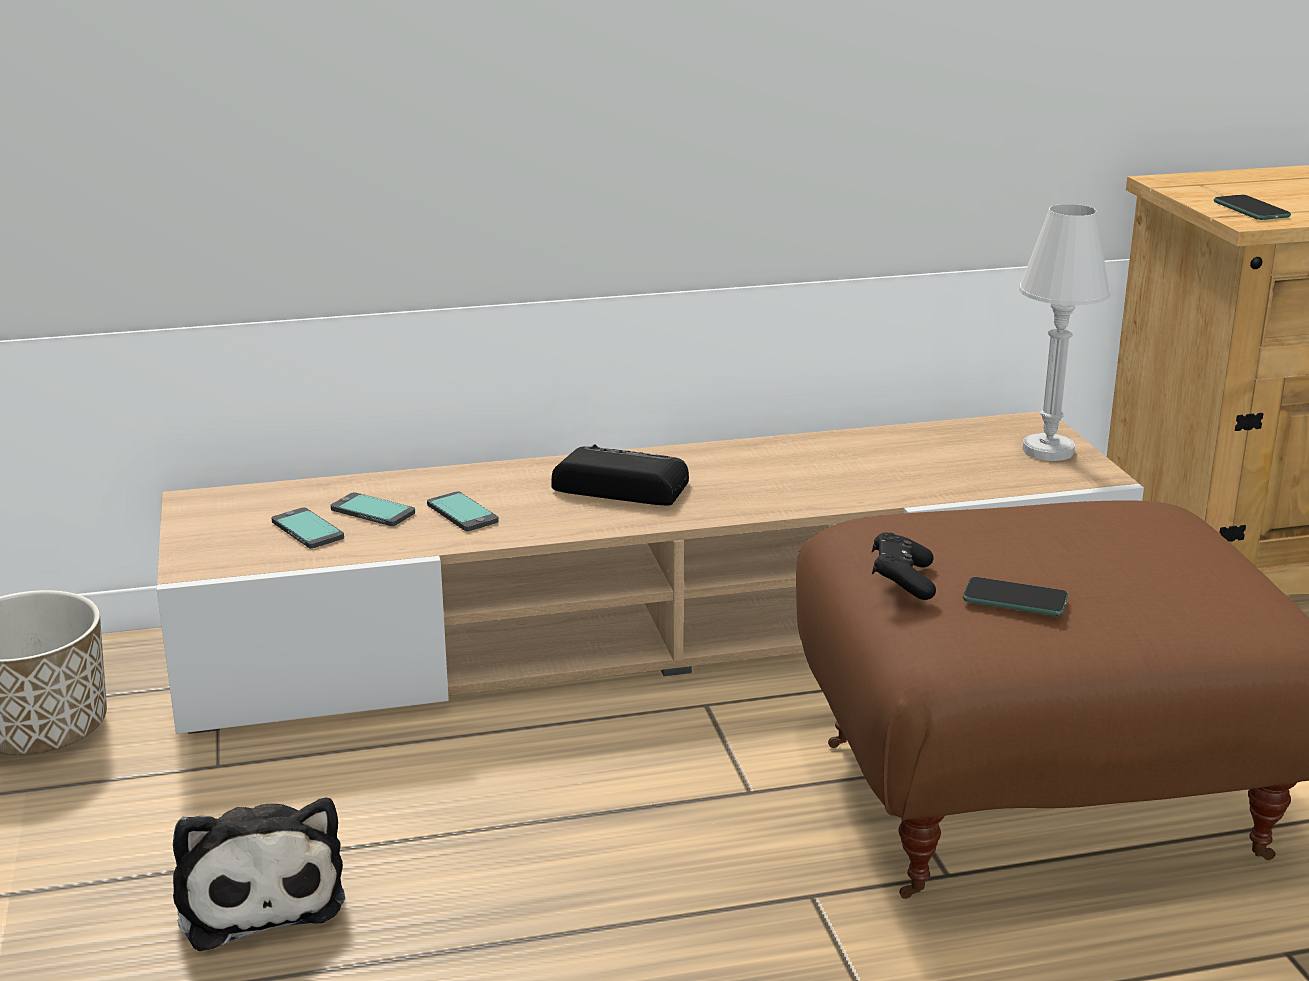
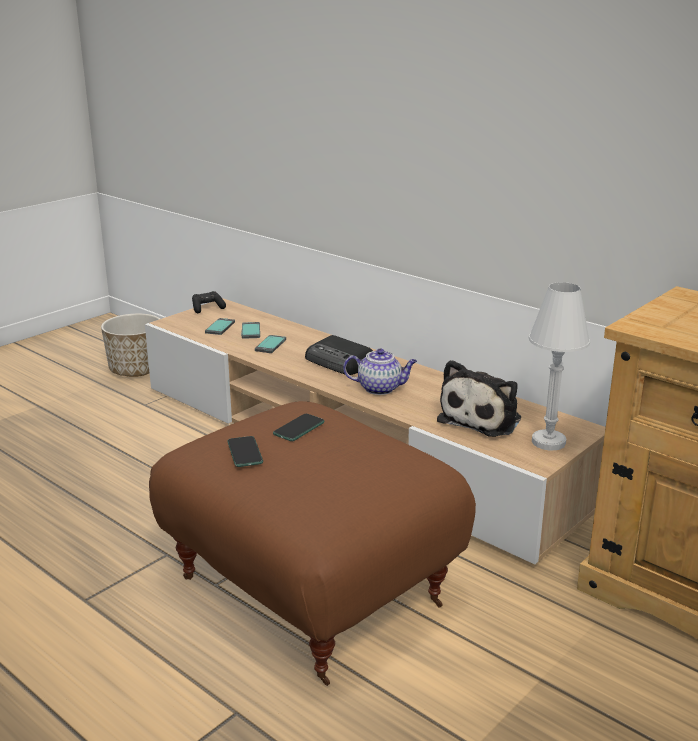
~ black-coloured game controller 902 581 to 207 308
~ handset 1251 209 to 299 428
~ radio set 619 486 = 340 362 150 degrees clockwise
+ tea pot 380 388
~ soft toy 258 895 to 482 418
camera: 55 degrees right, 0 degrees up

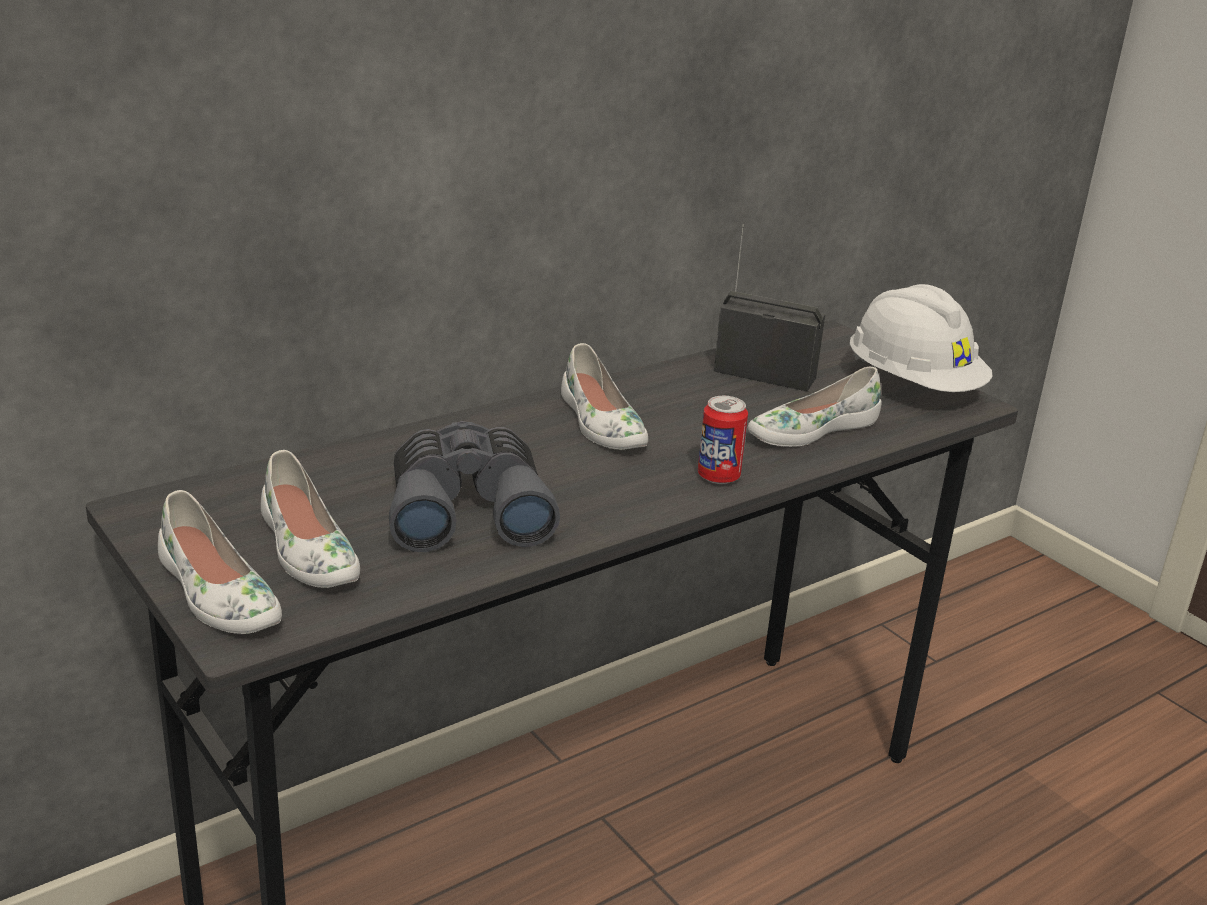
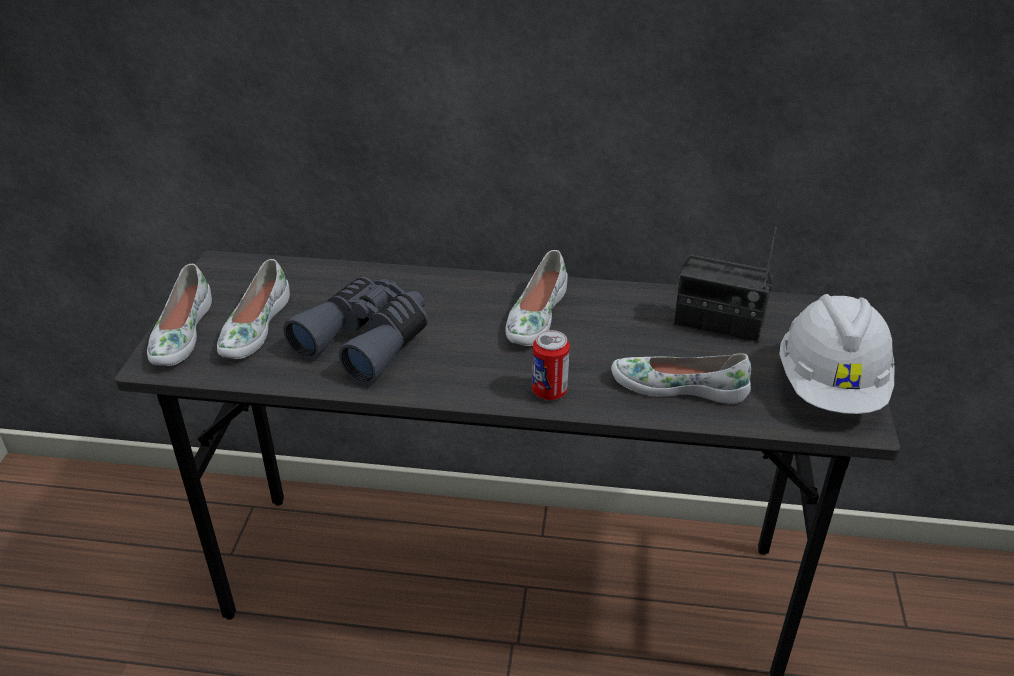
~ radio set 765 374 = 718 325 135 degrees clockwise
camera: 45 degrees right, 10 degrees up

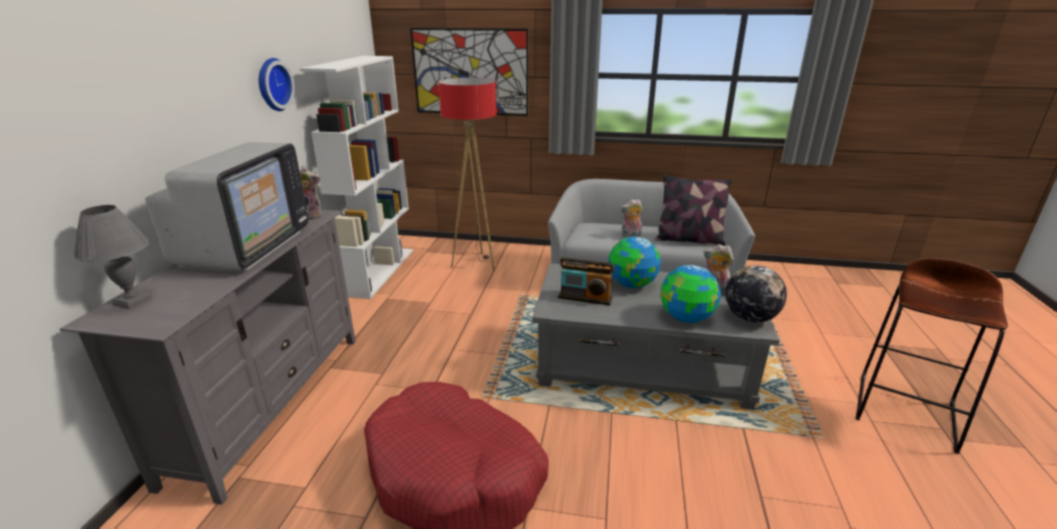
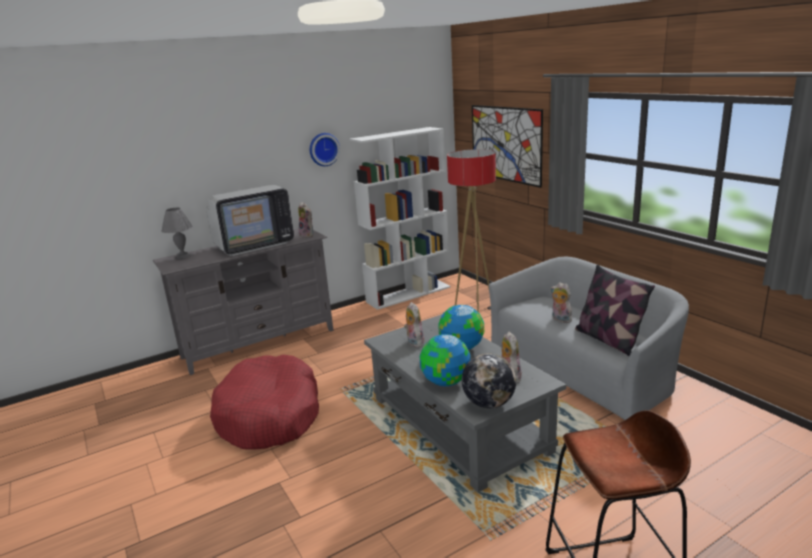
~ radio set 585 298 to soft toy 414 342
camera: 50 degrees right, 5 degrees down

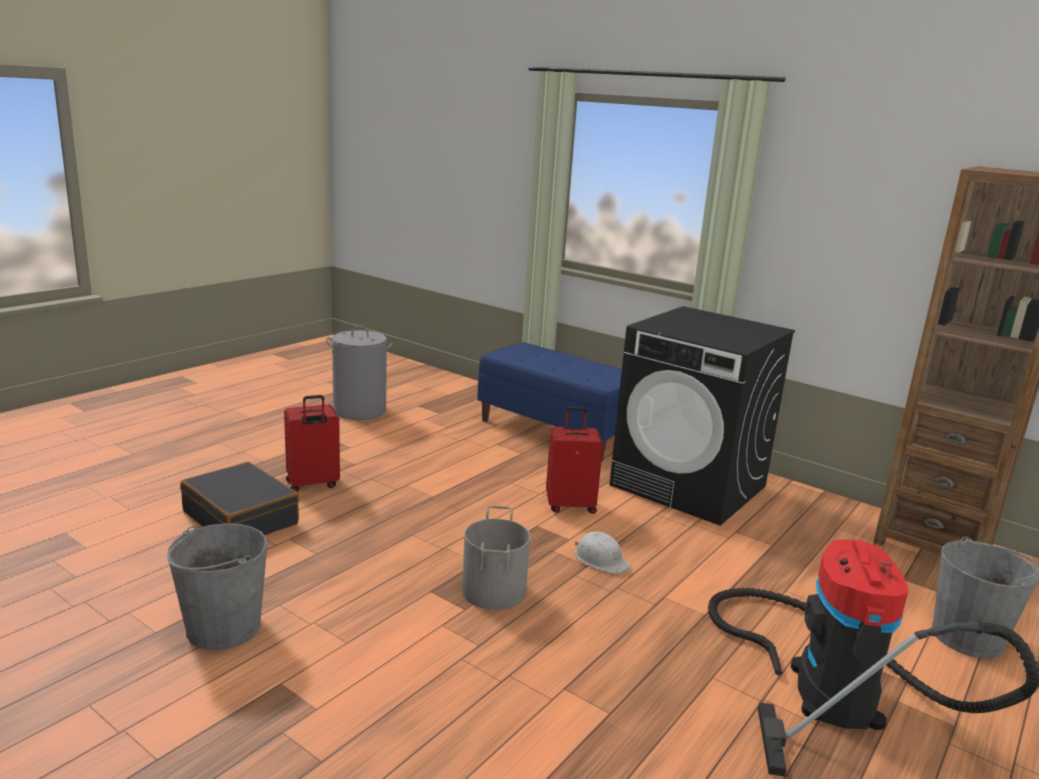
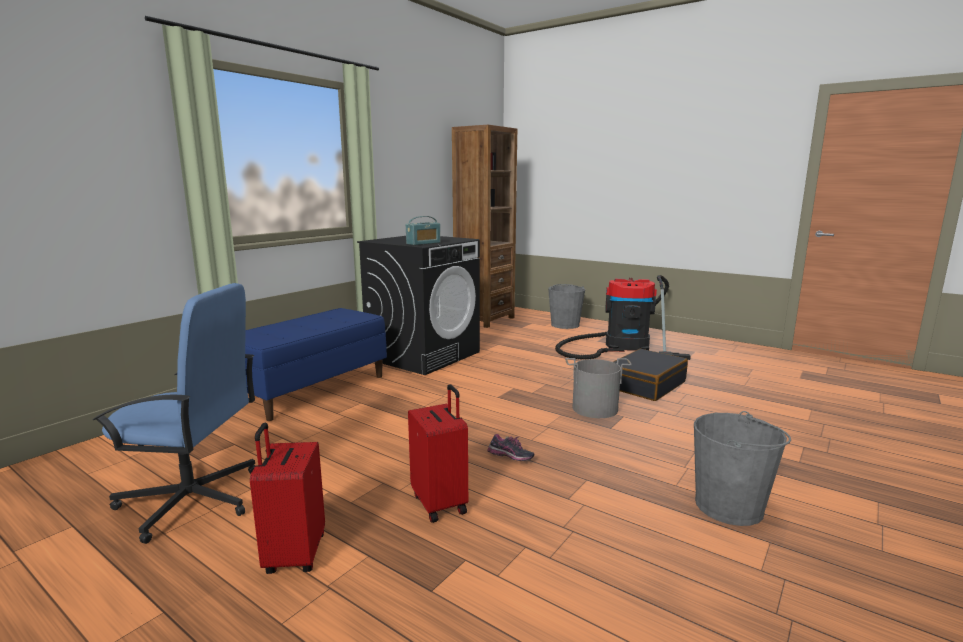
~ greyish laundry basket 359 410 to blue-coloured office chair 192 500
~ red piece of luggage 570 505 to 294 555
+ radio set 423 243
+ low shoe 510 459
~ black-coloured piece of luggage 241 518 to 645 385
- whitish work helmet 601 559
camera: 90 degrees left, 5 degrees down

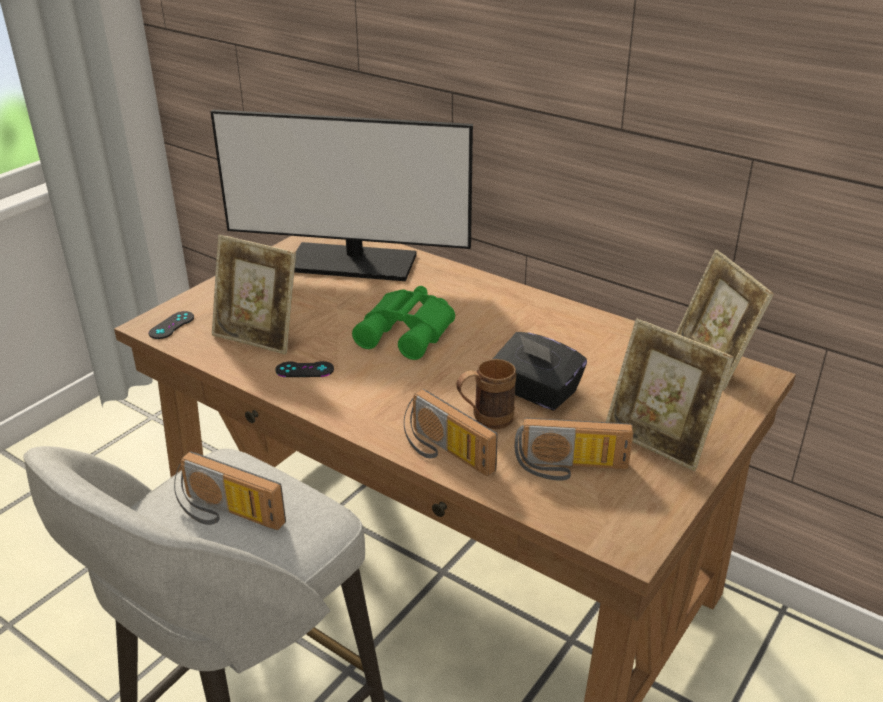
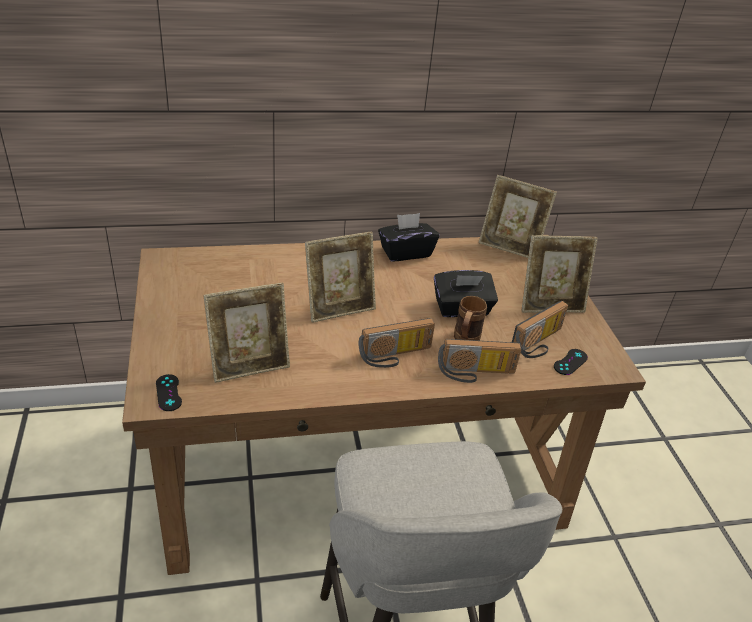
~ greenish binoculars 409 332 to standing frame 339 308
~ radio set 226 514 to 395 356
+ black-coloured tissue box 405 252
~ black-coloured game controller 304 370 to 570 362
- monitor 352 263
camera: 50 degrees left, 5 degrees up

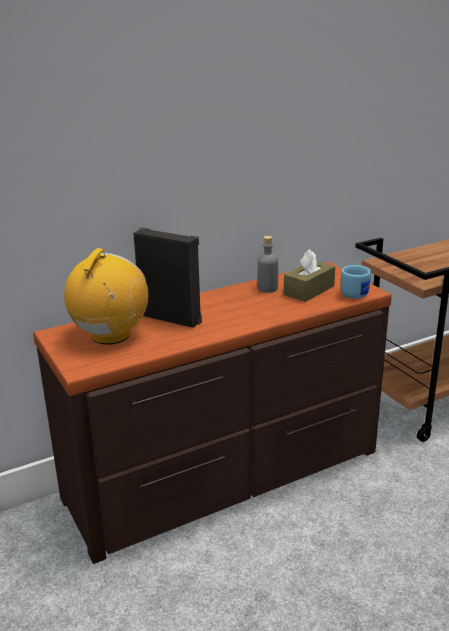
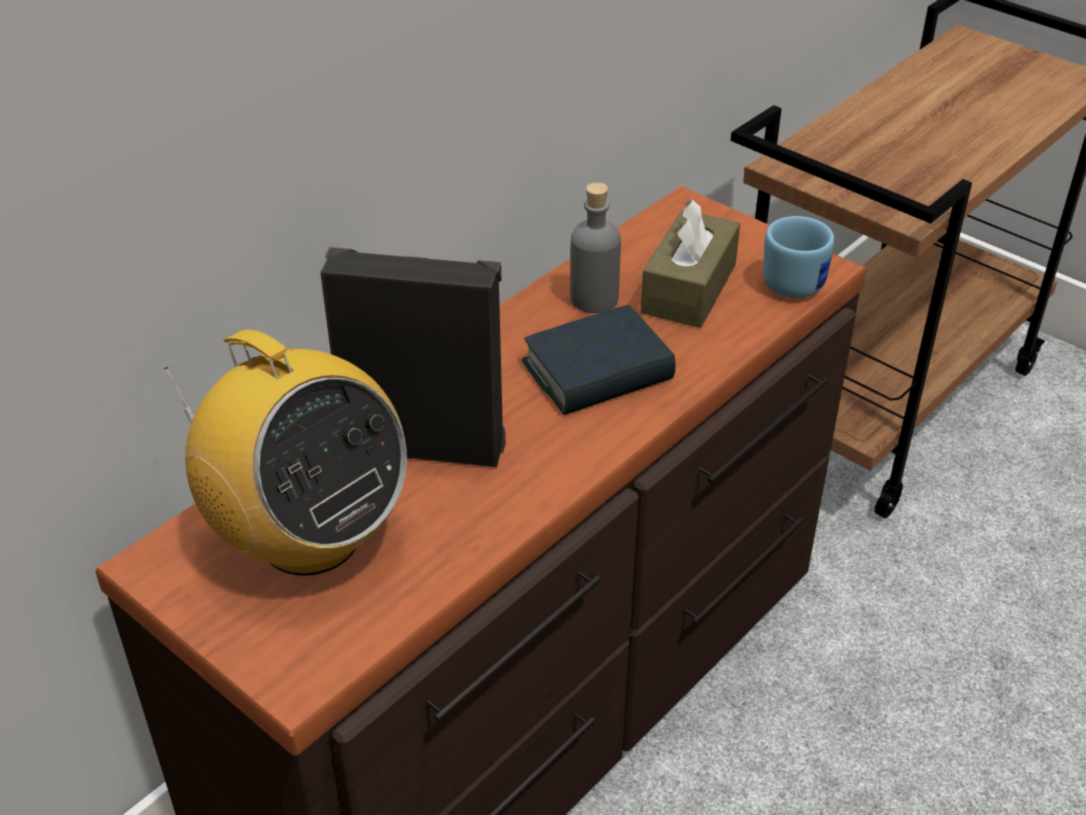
~ radio set 110 335 = 308 538 135 degrees clockwise
+ bound book 598 372
camera: 20 degrees left, 15 degrees up

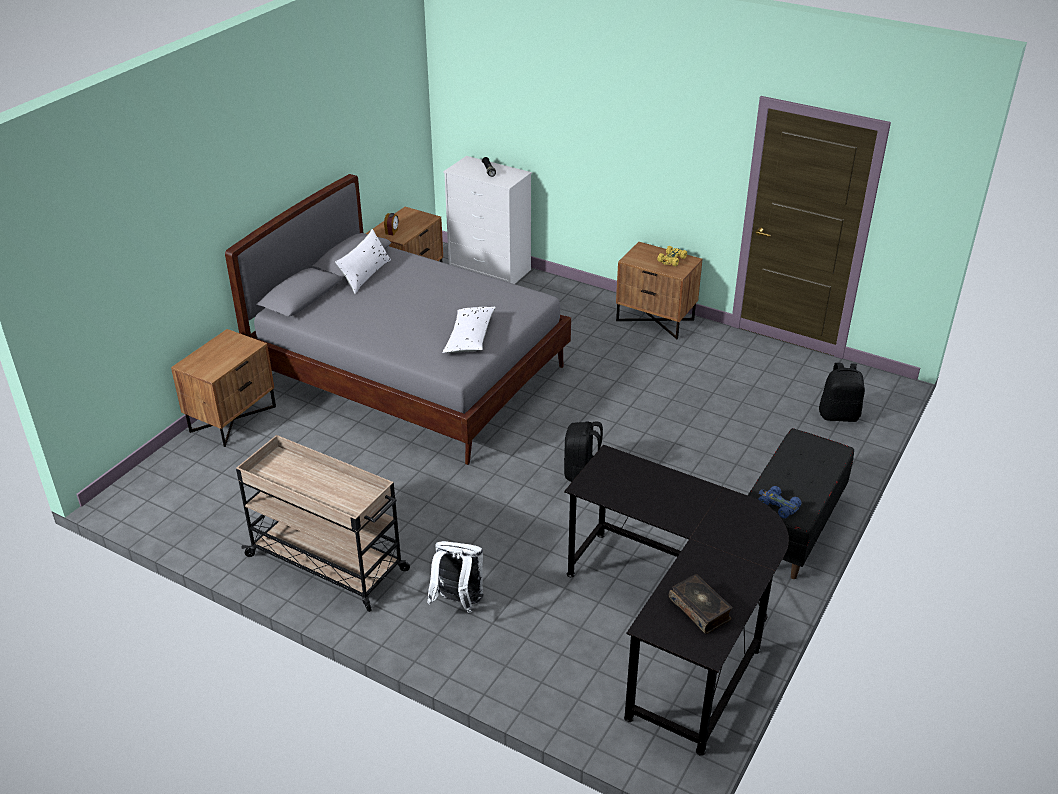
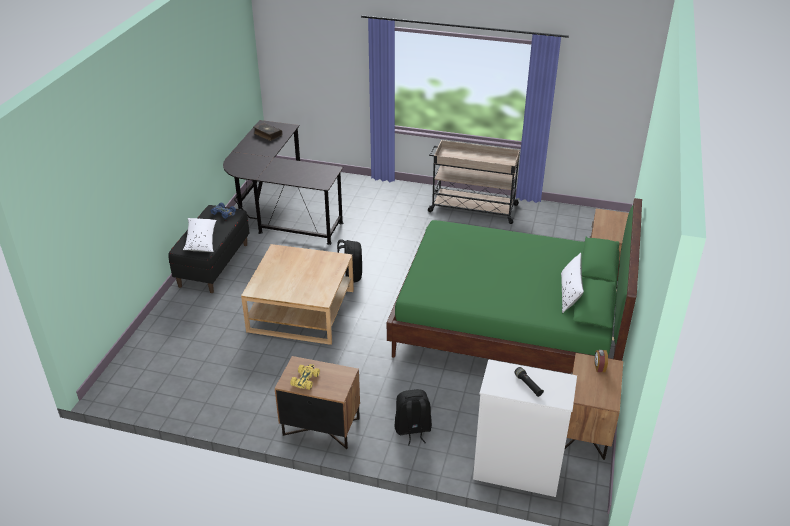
~ whitish throw pillow 470 337 to 201 240
+ sand-coloured coffee table 301 310
~ greyish bed 411 374 to greenish bed 509 327
~ black-coloured backpack 839 415 to 412 430
- whitish backpack 458 602
camera: 165 degrees right, 0 degrees up

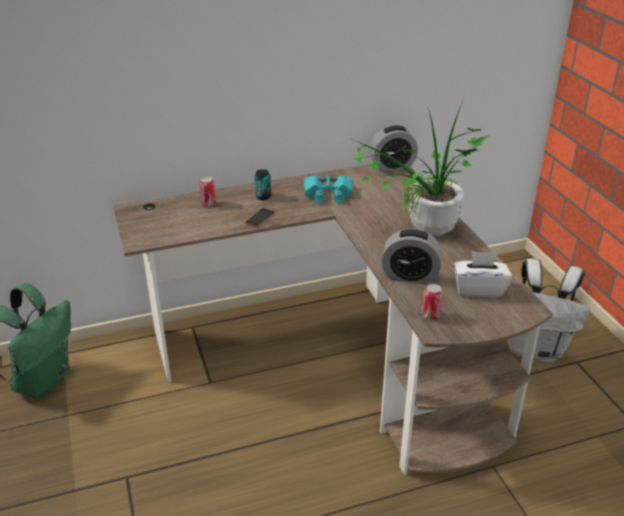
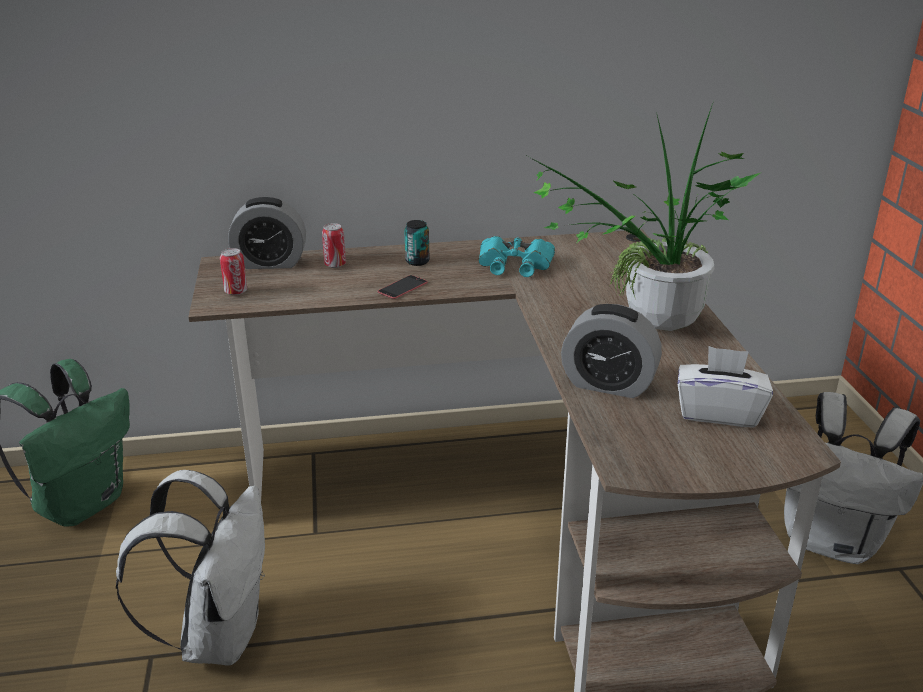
+ whitish backpack 219 634
~ can 430 315 to 236 292
~ alarm clock 392 166 to 270 263
camera: 10 degrees right, 5 degrees down

